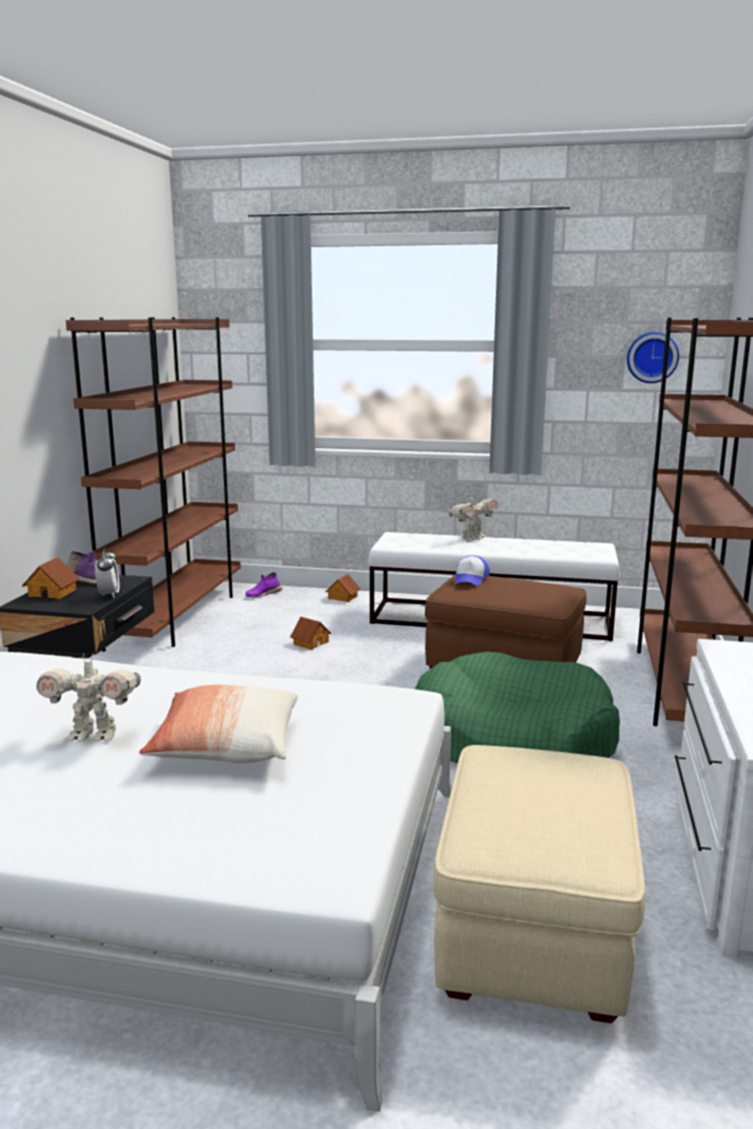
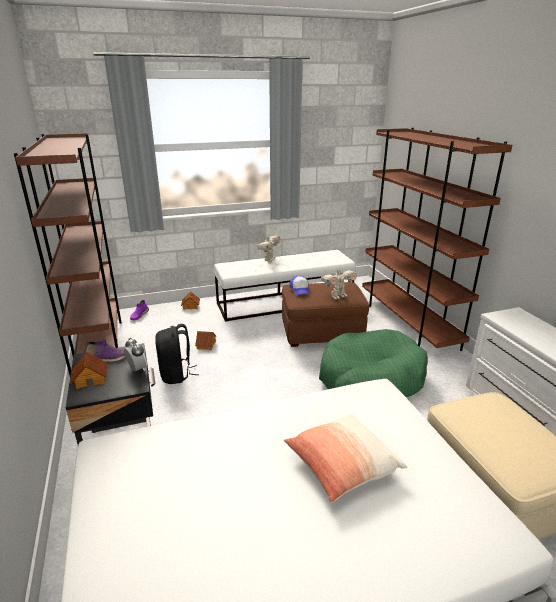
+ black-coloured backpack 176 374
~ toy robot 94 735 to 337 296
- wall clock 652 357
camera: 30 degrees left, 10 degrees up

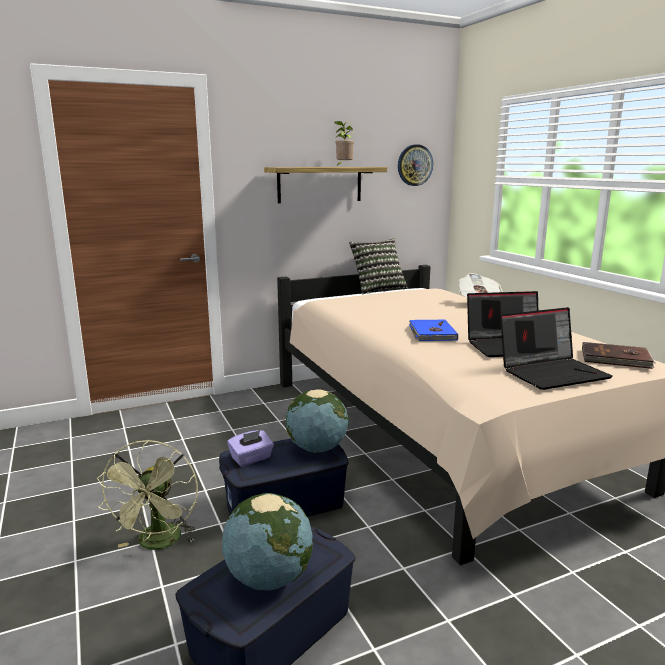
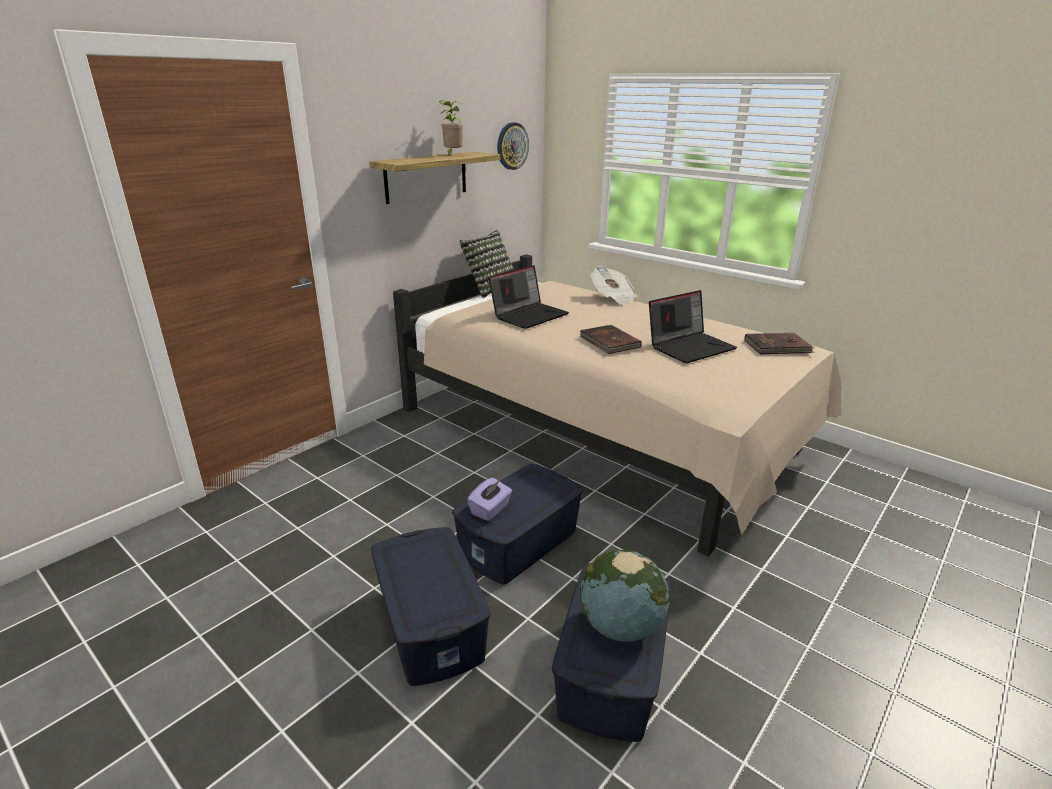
~ greenish cooling fan 158 544 to blue-coloured storage bin 431 624
~ portable computer 552 372 to 529 315
~ blue-coloured bound book 431 333 to brown-coloured bound book 609 342
- globe 317 448
camera: 25 degrees left, 10 degrees up

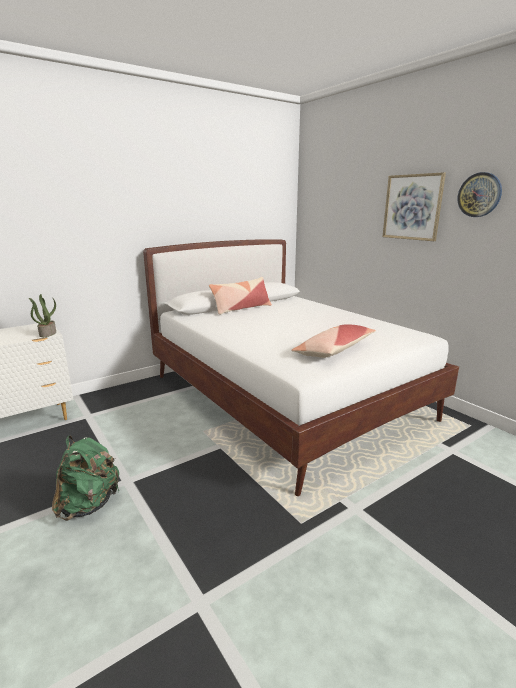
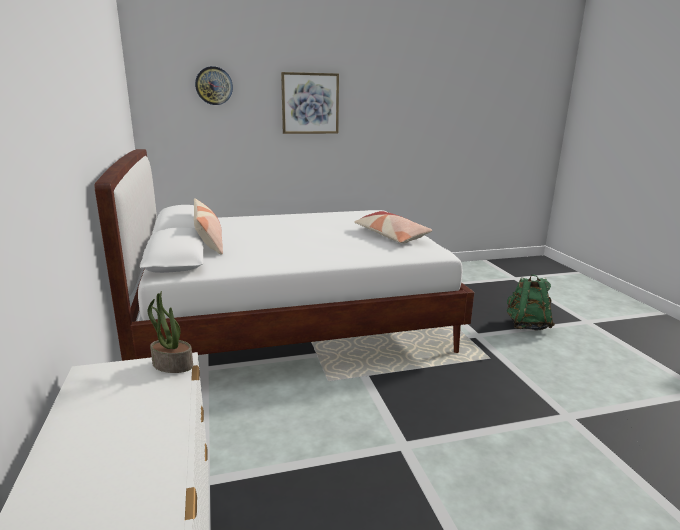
~ wall clock 479 195 to 214 86
~ greenish backpack 89 504 to 526 325
camera: 70 degrees left, 0 degrees up

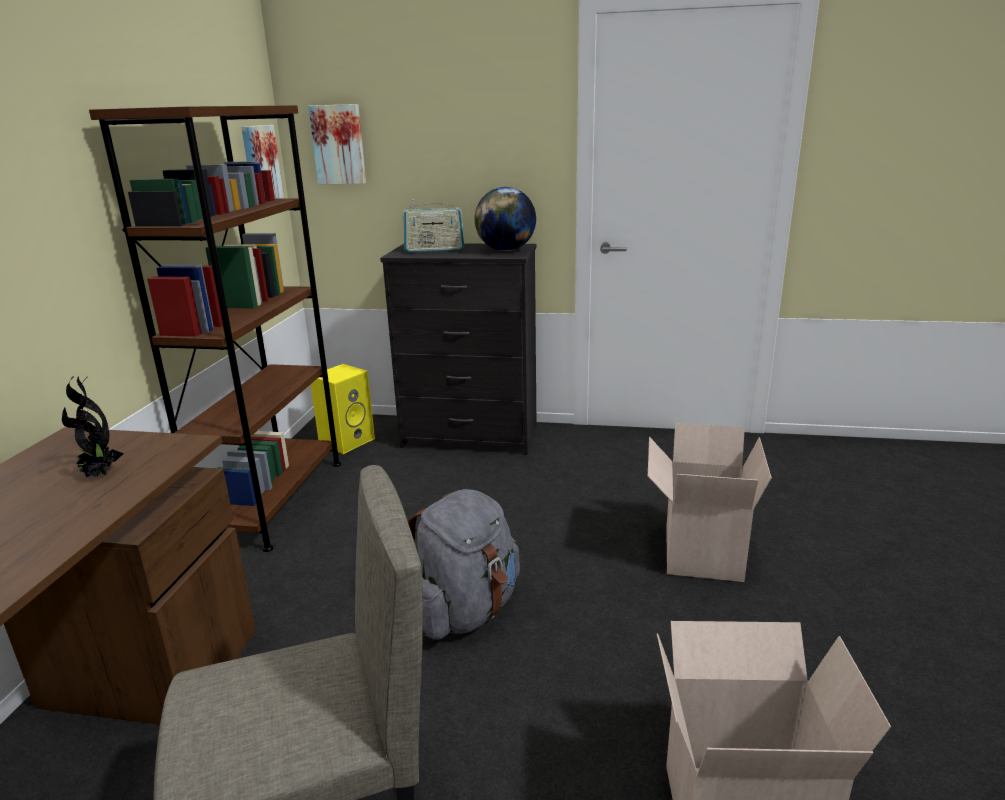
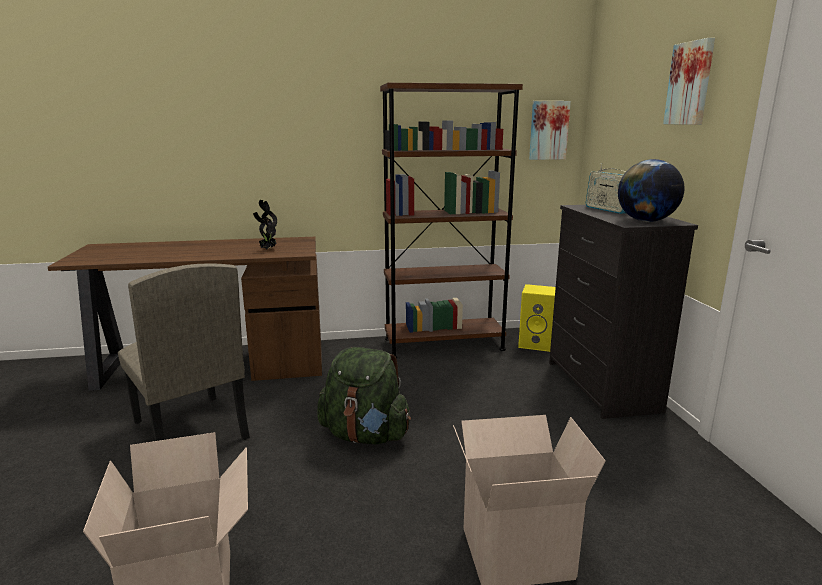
~ greyish backpack 466 611 to greenish backpack 365 435
~ picture 339 144 to 691 83
camera: 70 degrees right, 5 degrees down

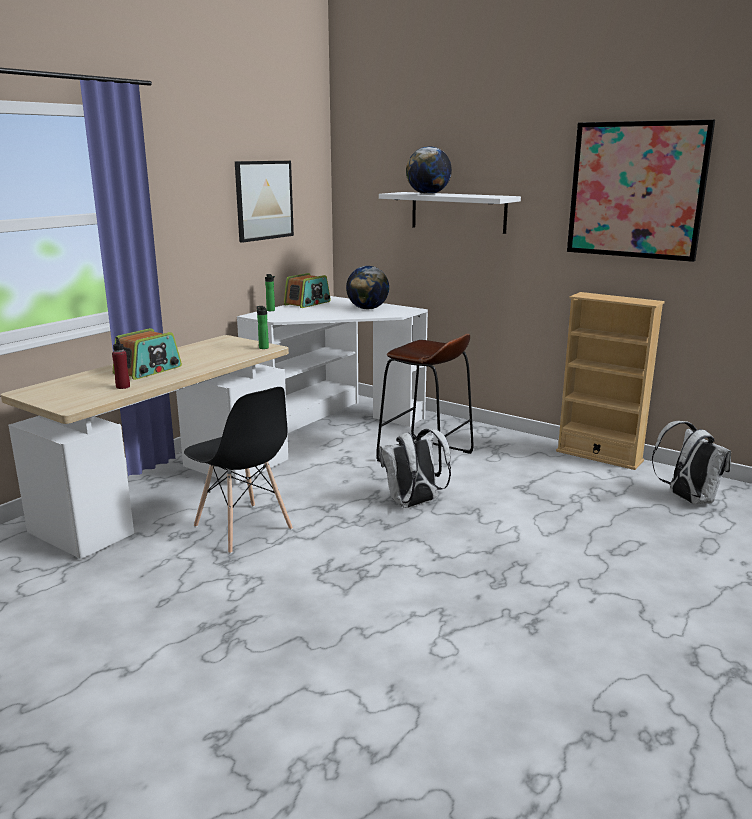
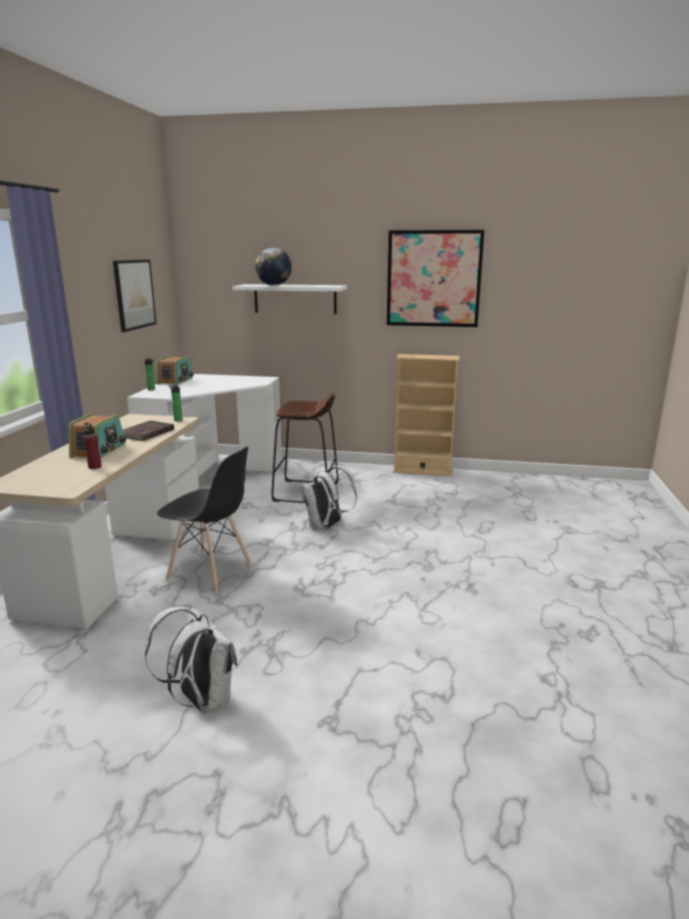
+ brown-coloured bound book 145 433
~ whitish backpack 687 499 to 201 699
- globe 367 309
camera: 25 degrees left, 0 degrees up

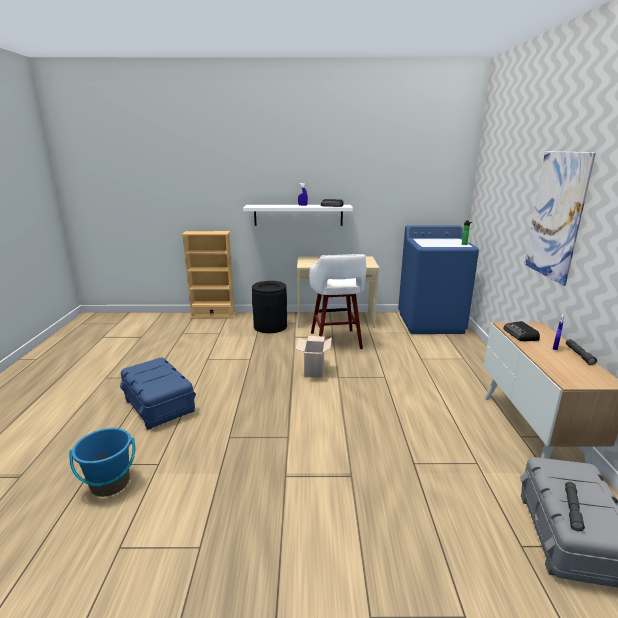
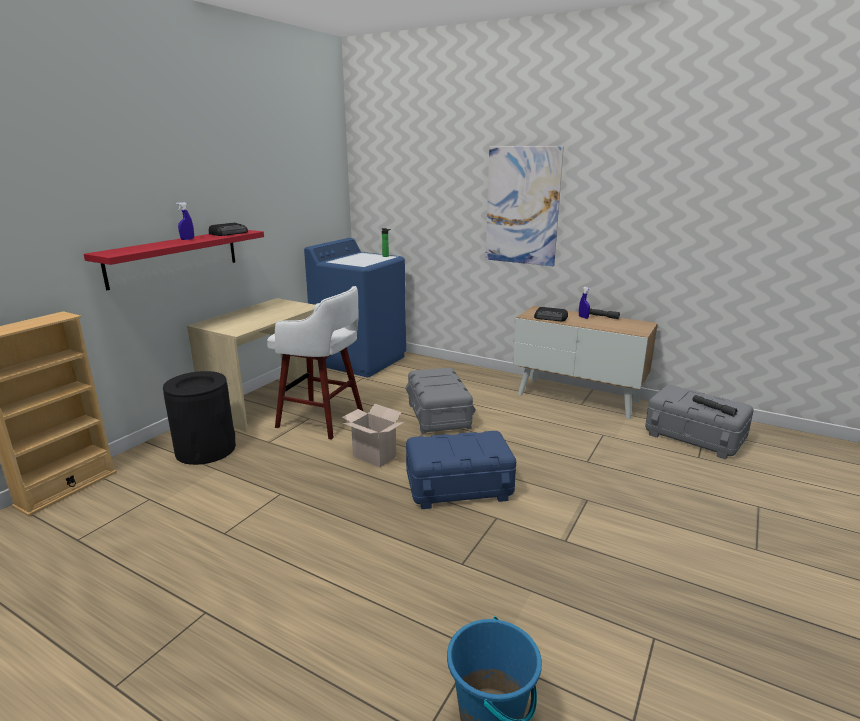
~ whitish bracket shelf 298 215 to red bracket shelf 174 257
+ greyish storage bin 438 415
~ blue-coloured storage bin 160 405 to 458 486
camera: 60 degrees left, 0 degrees up

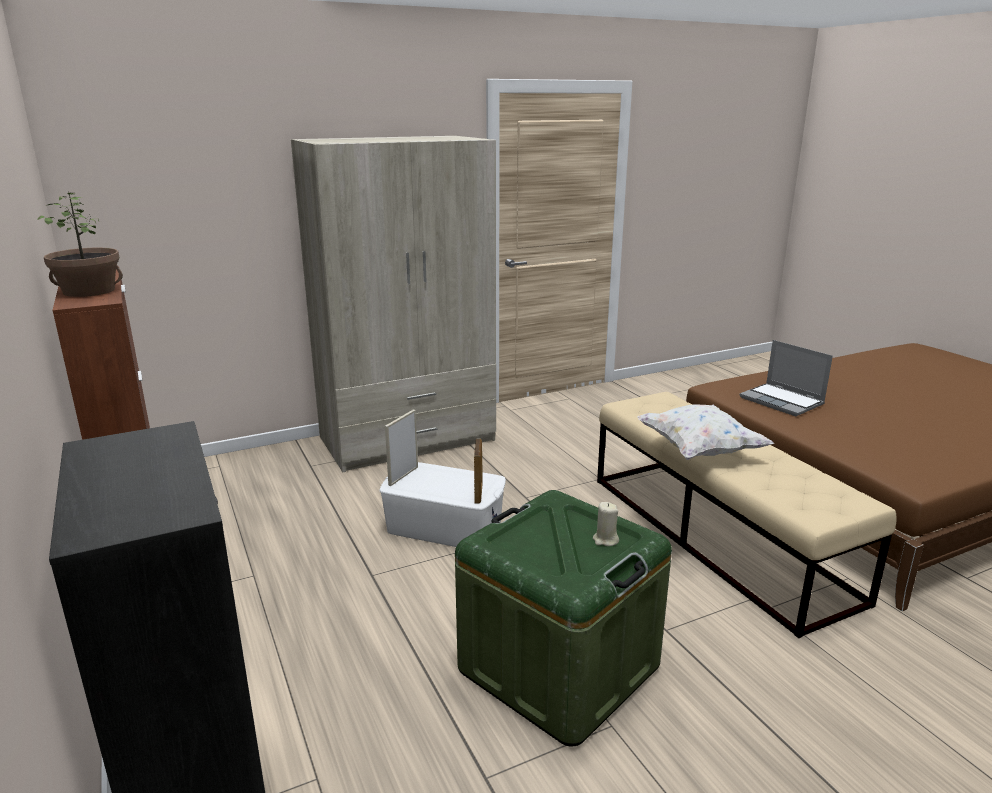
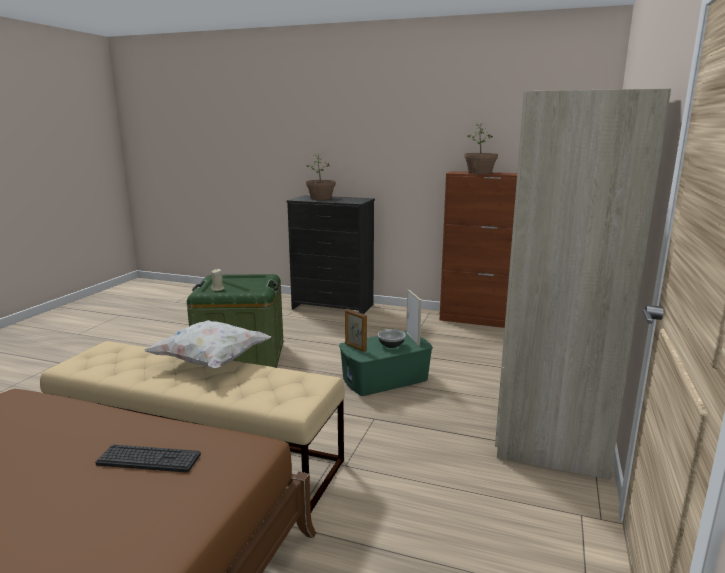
~ portable computer 783 401 to PC keyboard 149 459
+ houseplant 321 198
~ whitish storage bin 444 526 to greenish storage bin 385 379
+ serving bowl 391 345
camera: 135 degrees right, 5 degrees down

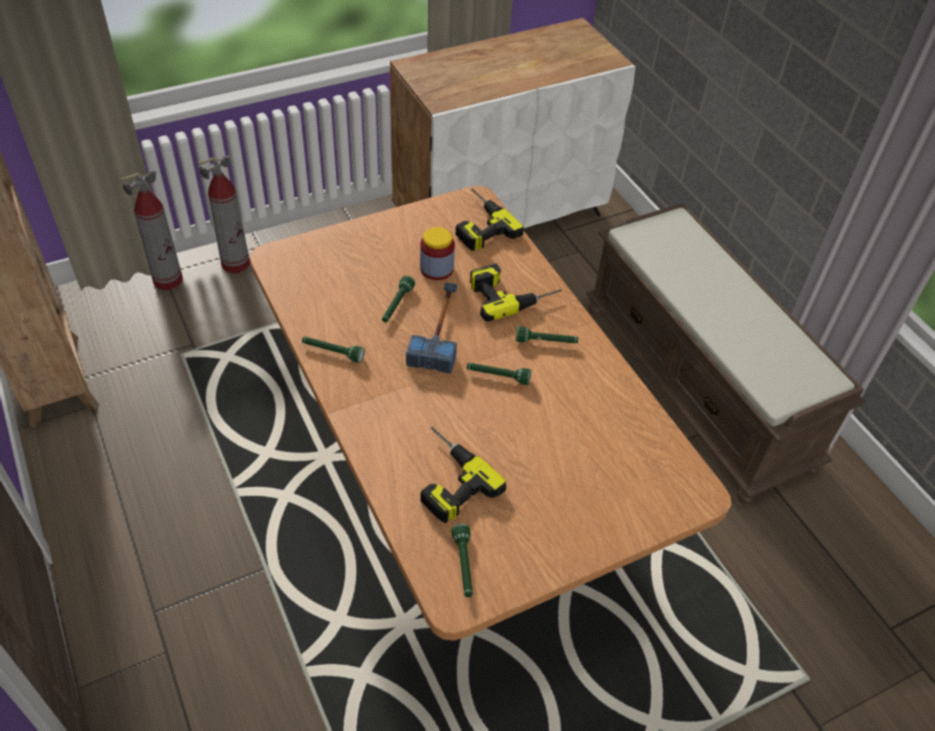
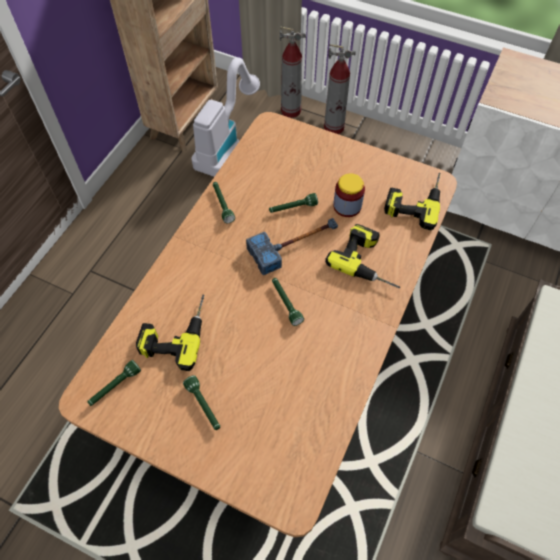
~ greenish hand torch 546 342 to 204 406
+ hoover 226 145
camera: 55 degrees right, 10 degrees up

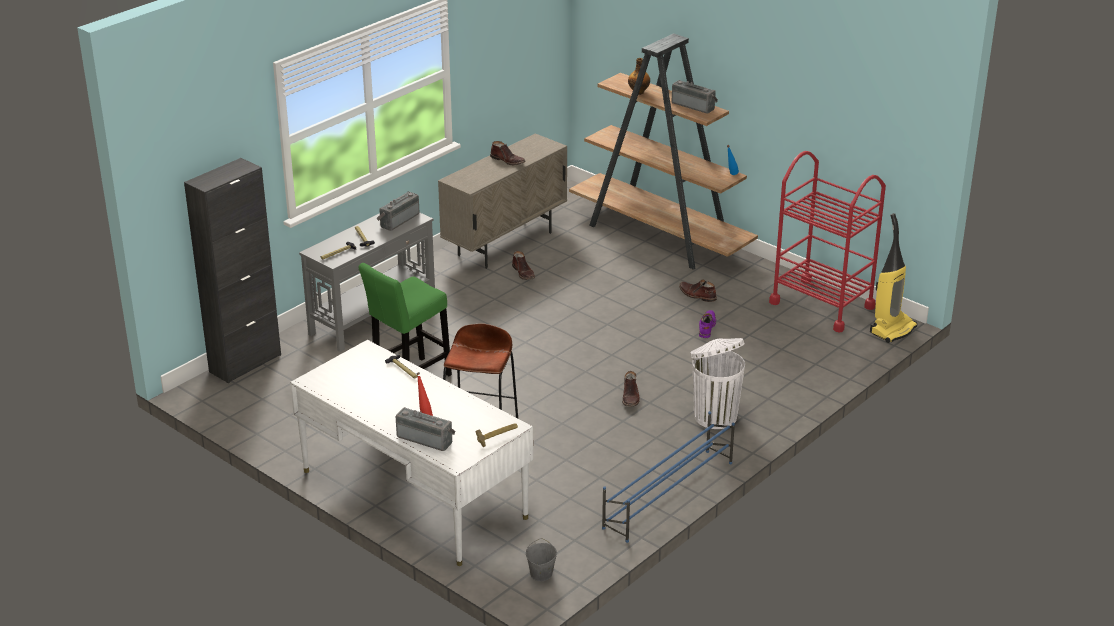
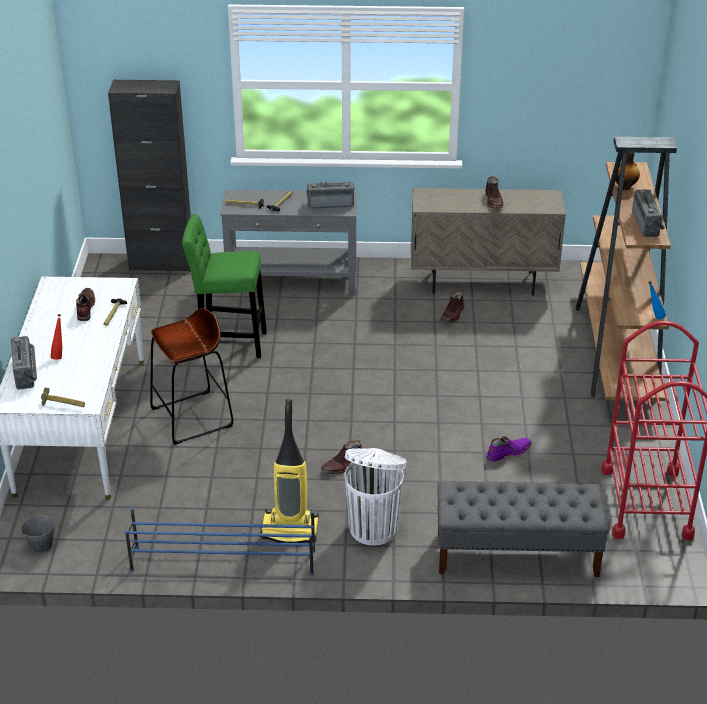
~ brown-coloured tall boot 697 295 to 85 308
~ hoover 892 329 to 290 529
+ greyish bench 516 554
camera: 50 degrees right, 5 degrees up

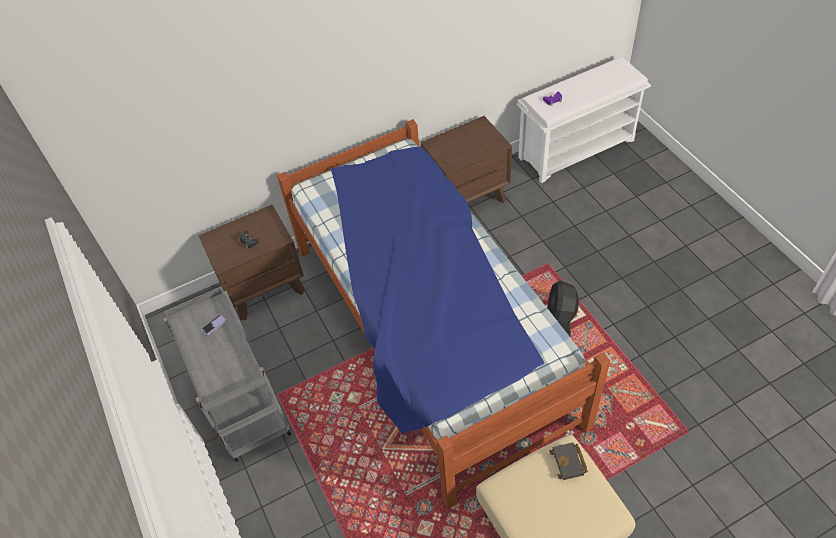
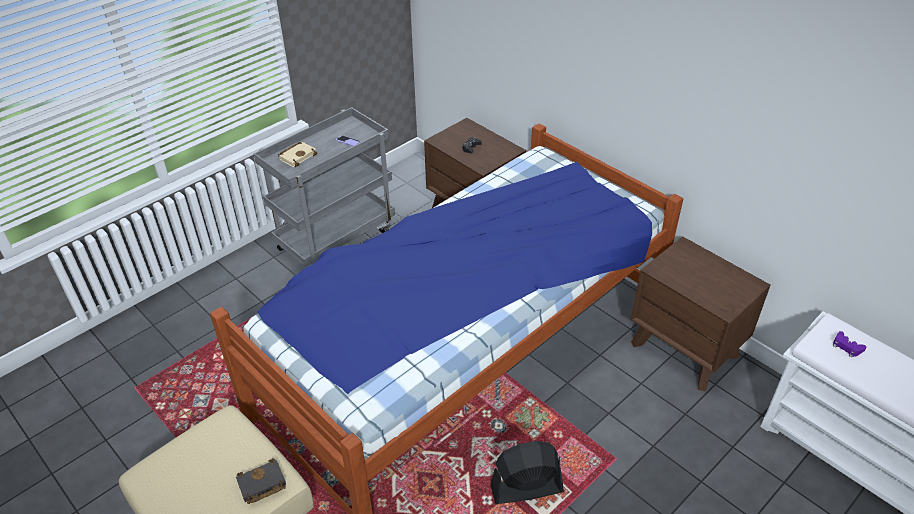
+ sand-coloured bound book 298 156
camera: 70 degrees right, 10 degrees down

